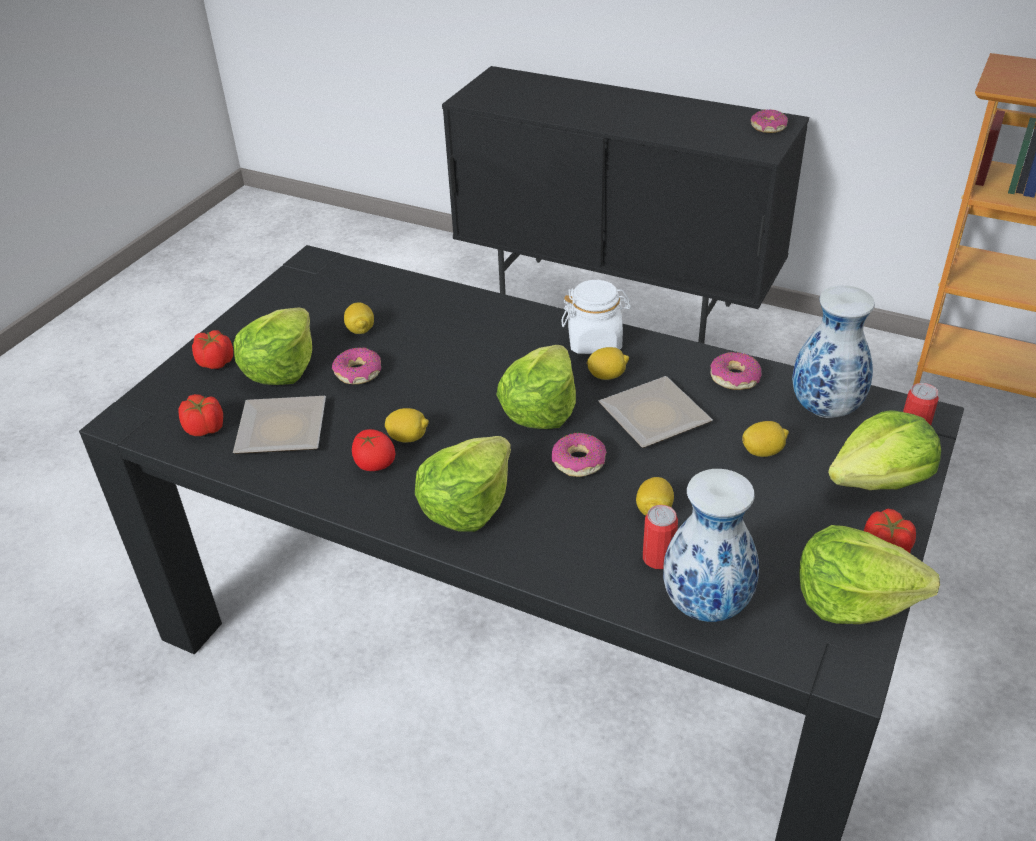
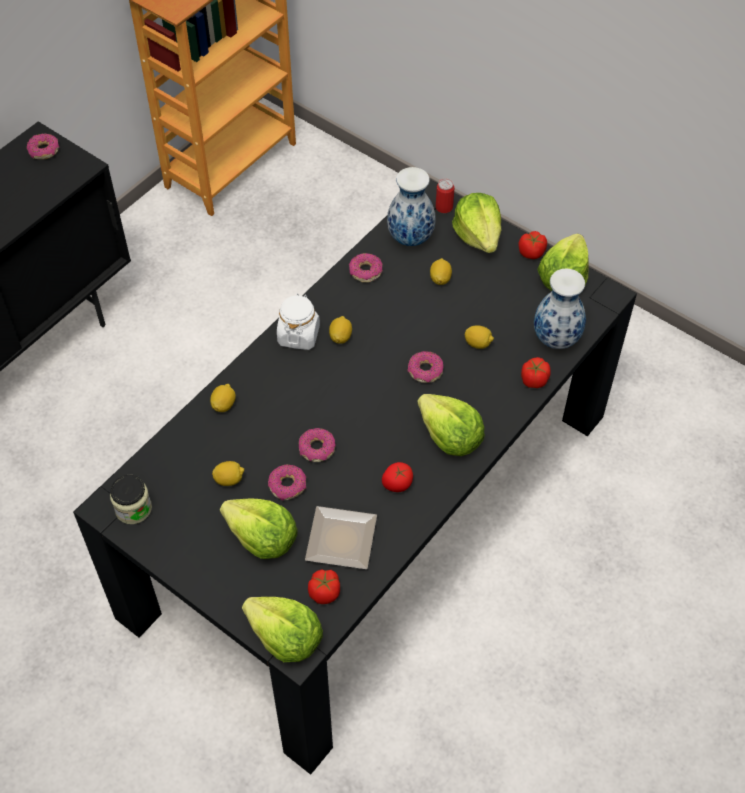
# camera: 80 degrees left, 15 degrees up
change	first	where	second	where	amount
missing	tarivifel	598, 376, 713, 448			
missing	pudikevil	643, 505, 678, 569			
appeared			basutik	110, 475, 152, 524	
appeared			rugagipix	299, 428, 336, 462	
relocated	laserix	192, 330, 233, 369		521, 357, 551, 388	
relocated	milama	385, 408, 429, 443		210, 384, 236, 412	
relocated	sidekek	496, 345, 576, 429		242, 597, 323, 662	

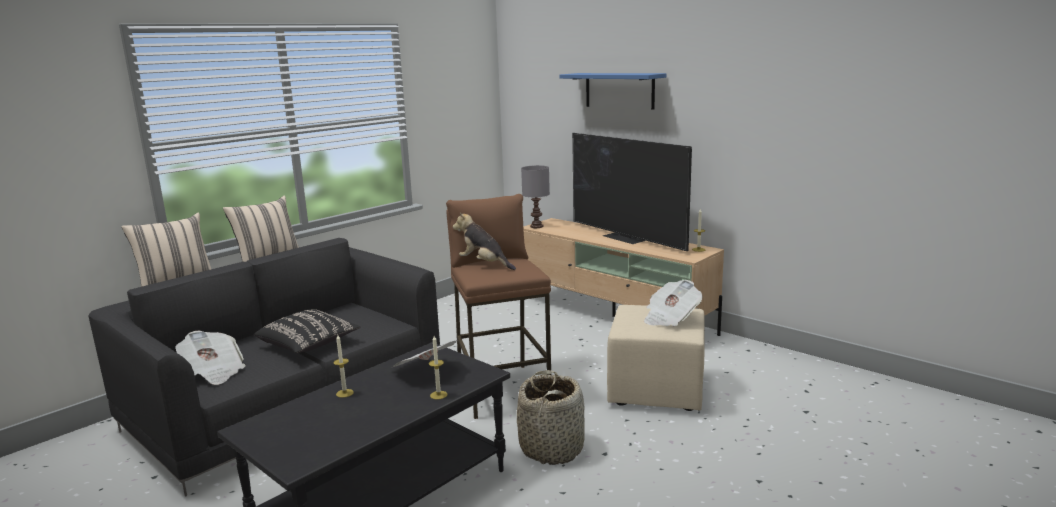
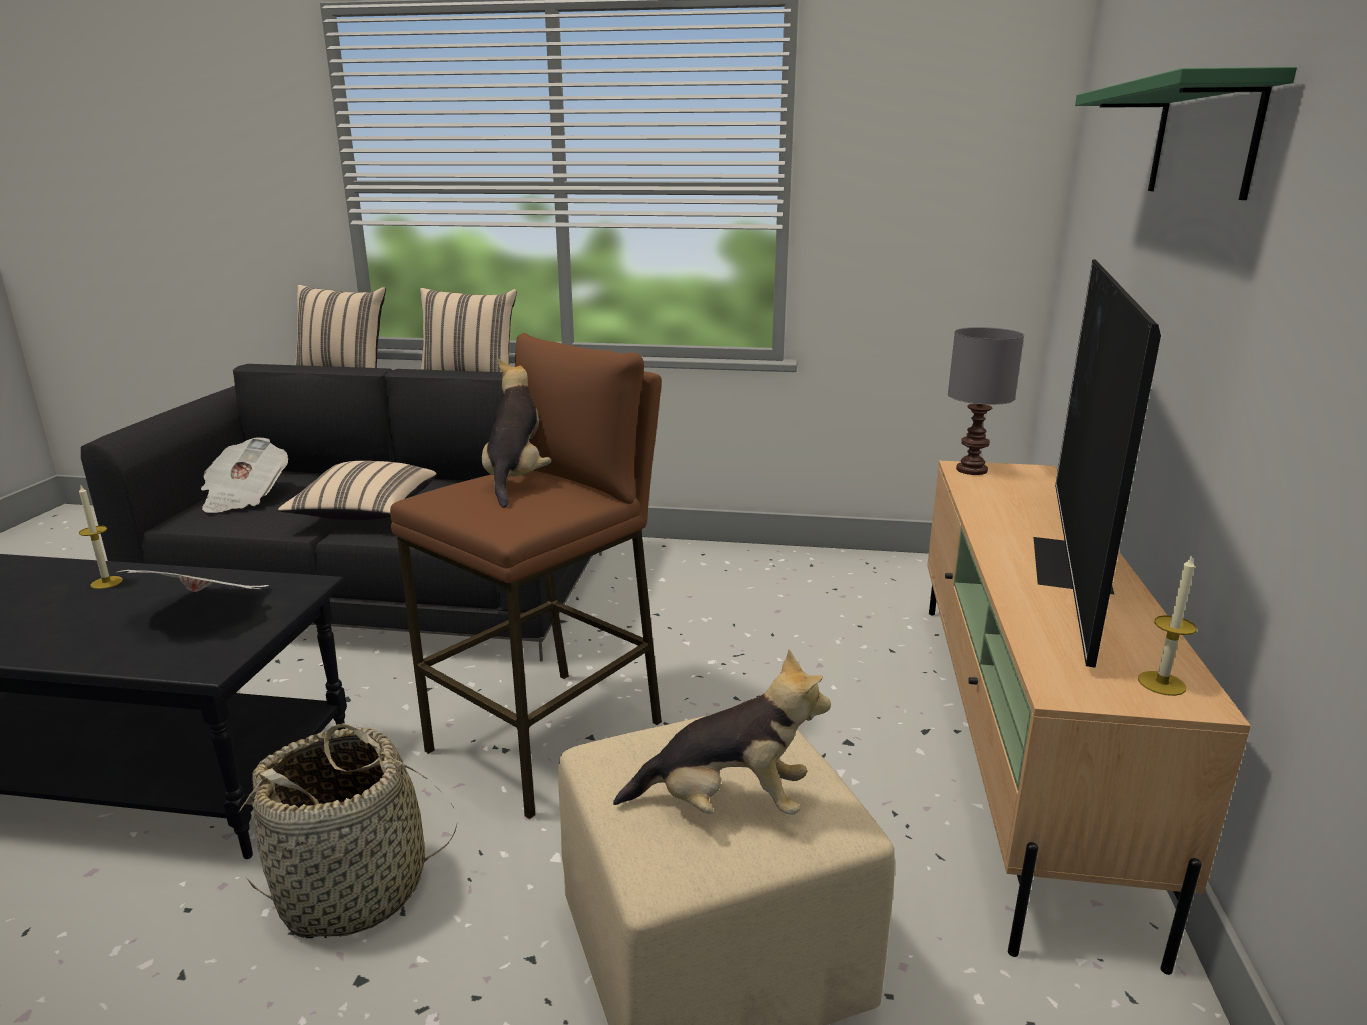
# camera: 55 degrees right, 5 degrees up
change	first	where	second	where	amount
missing	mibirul	429, 336, 447, 400			
exchanged	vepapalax	644, 280, 702, 326	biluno	613, 650, 831, 815	
colour	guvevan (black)	254, 309, 360, 353	guvevan (beige)	278, 461, 437, 520	
colour	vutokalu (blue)	560, 73, 667, 110	vutokalu (green)	1075, 67, 1297, 200	

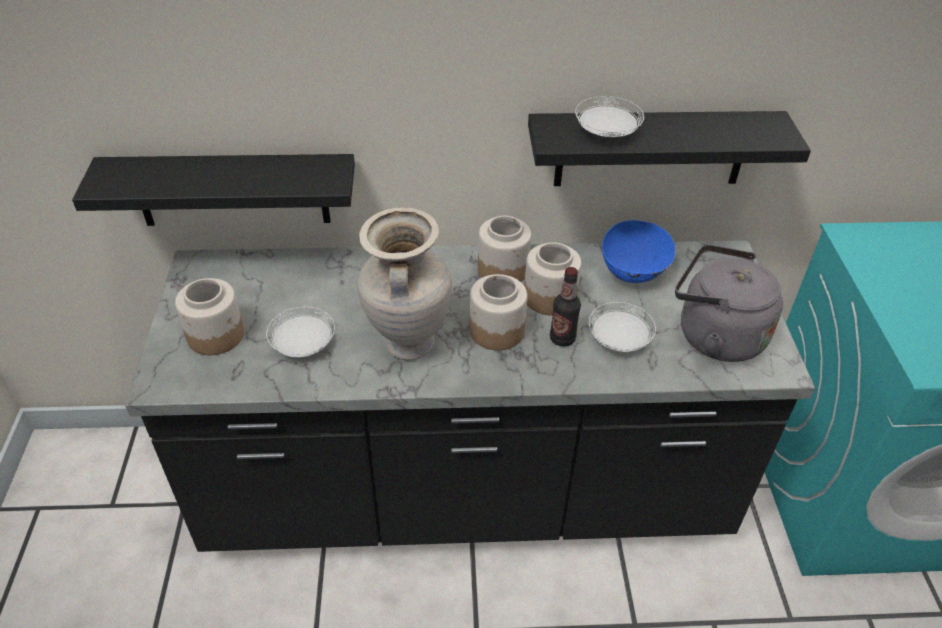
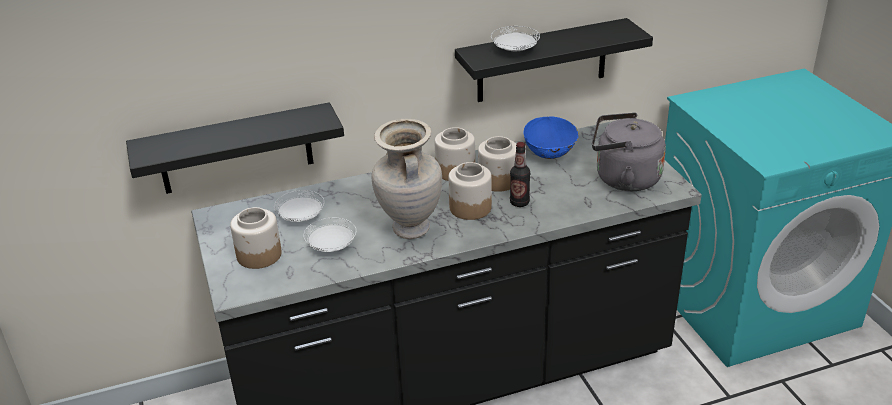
# camera: 15 degrees left, 10 degrees down
change	first	where	second	where	amount
relocated	tarivifel (white)	589, 302, 656, 352		274, 190, 324, 222	

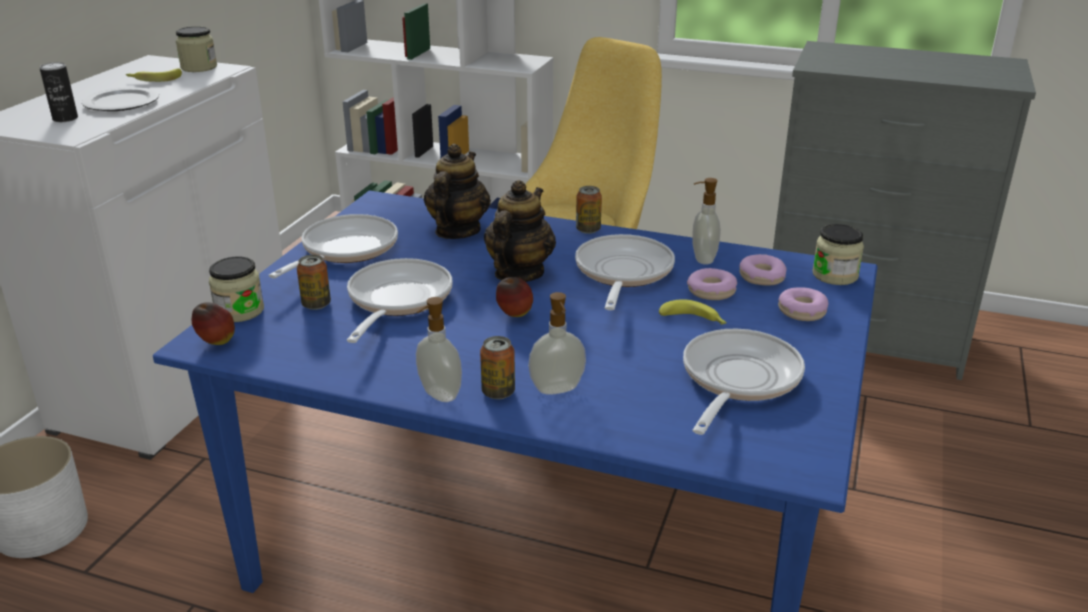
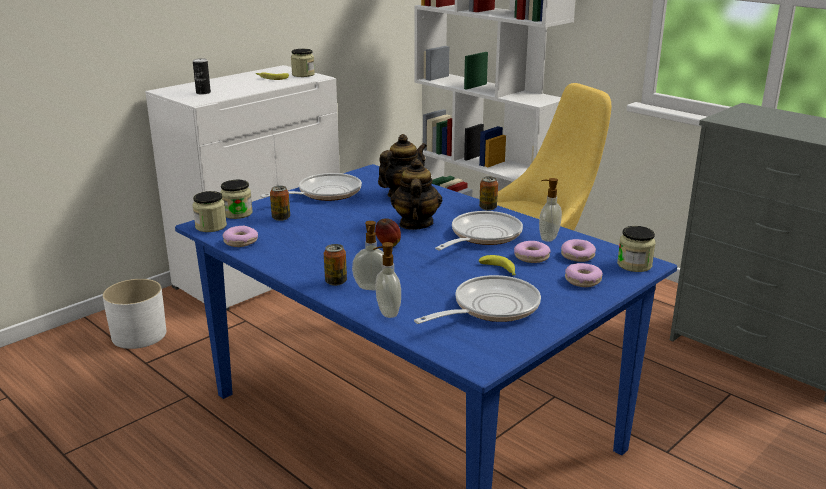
# camera: 25 degrees right, 5 degrees down
change	first	where	second	where	amount
missing	tarivifel	82, 87, 159, 111			
missing	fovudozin	347, 258, 452, 343			
appeared			rugagipix	223, 226, 258, 247	
relocated	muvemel	416, 297, 462, 402		373, 242, 401, 318	
exchanged	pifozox	192, 302, 235, 345	basutik	193, 191, 227, 232	
spun	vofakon	484, 180, 556, 282		390, 158, 442, 230	45 degrees counterclockwise

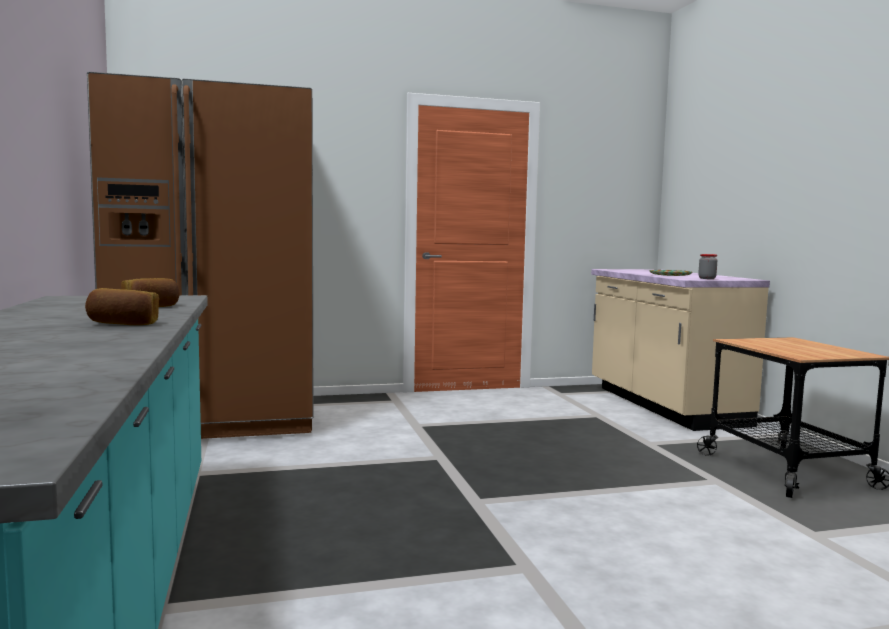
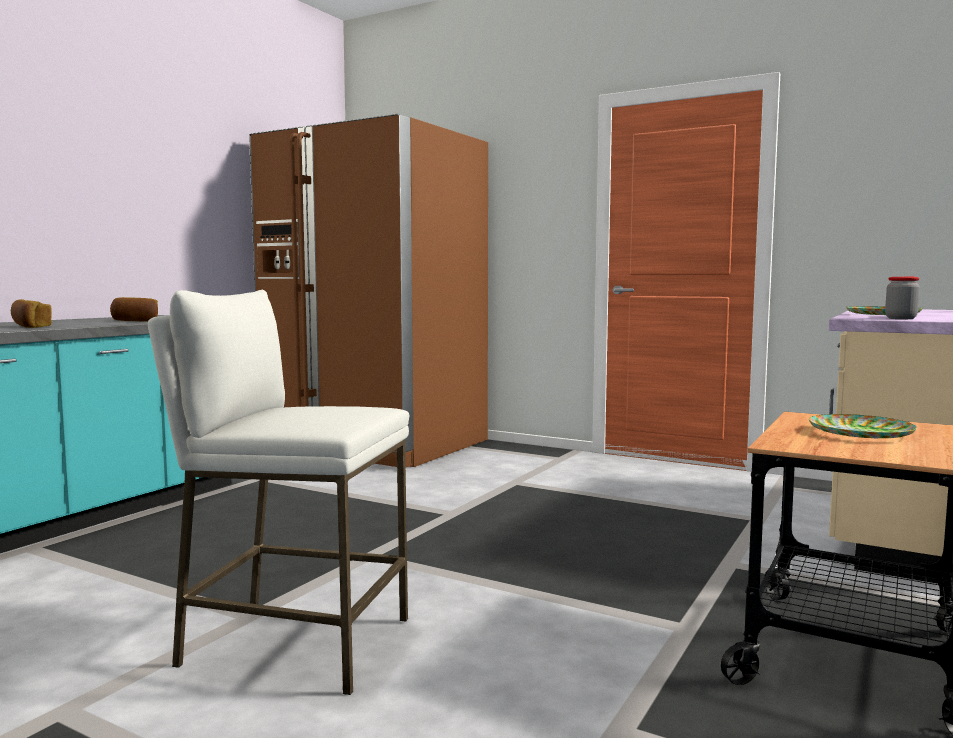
# camera: 45 degrees right, 0 degrees up
change	first	where	second	where	amount
appeared			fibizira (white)	148, 290, 409, 695	
appeared			tarivifel	809, 414, 917, 438	

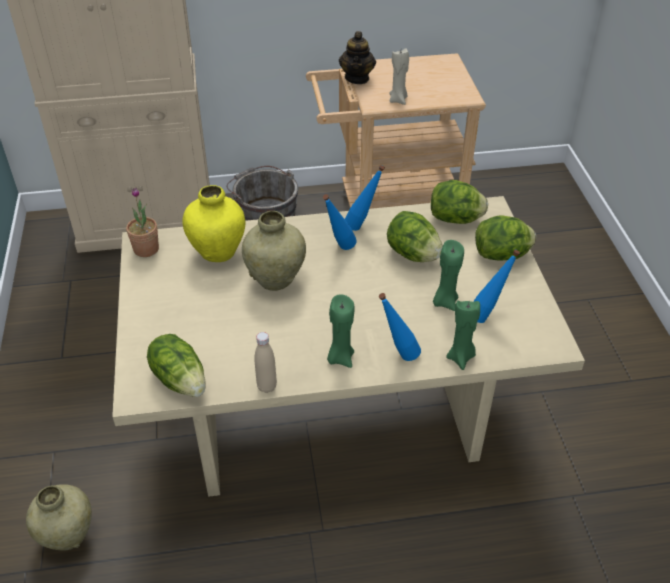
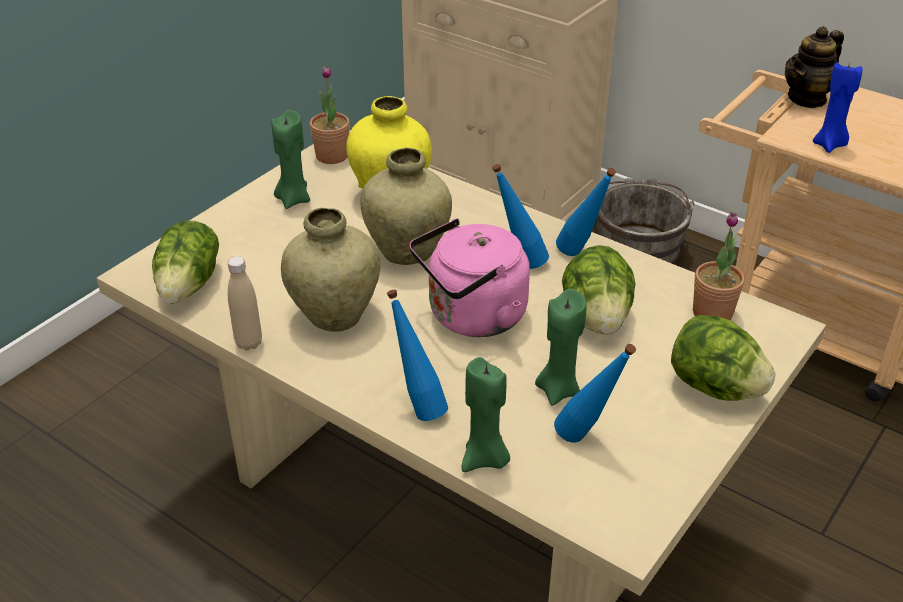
# camera: 45 degrees right, 5 degrees down
change	first	where	second	where	amount
appeared			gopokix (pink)	410, 218, 530, 337	
relocated	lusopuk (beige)	26, 484, 92, 551		281, 208, 380, 332	
relocated	mibirul (green)	327, 295, 354, 368		272, 110, 310, 209	
exchanged	sidekek	431, 180, 488, 224	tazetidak	693, 212, 745, 320	
colour	mibirul (beige)	389, 48, 409, 105	mibirul (blue)	813, 62, 862, 153	

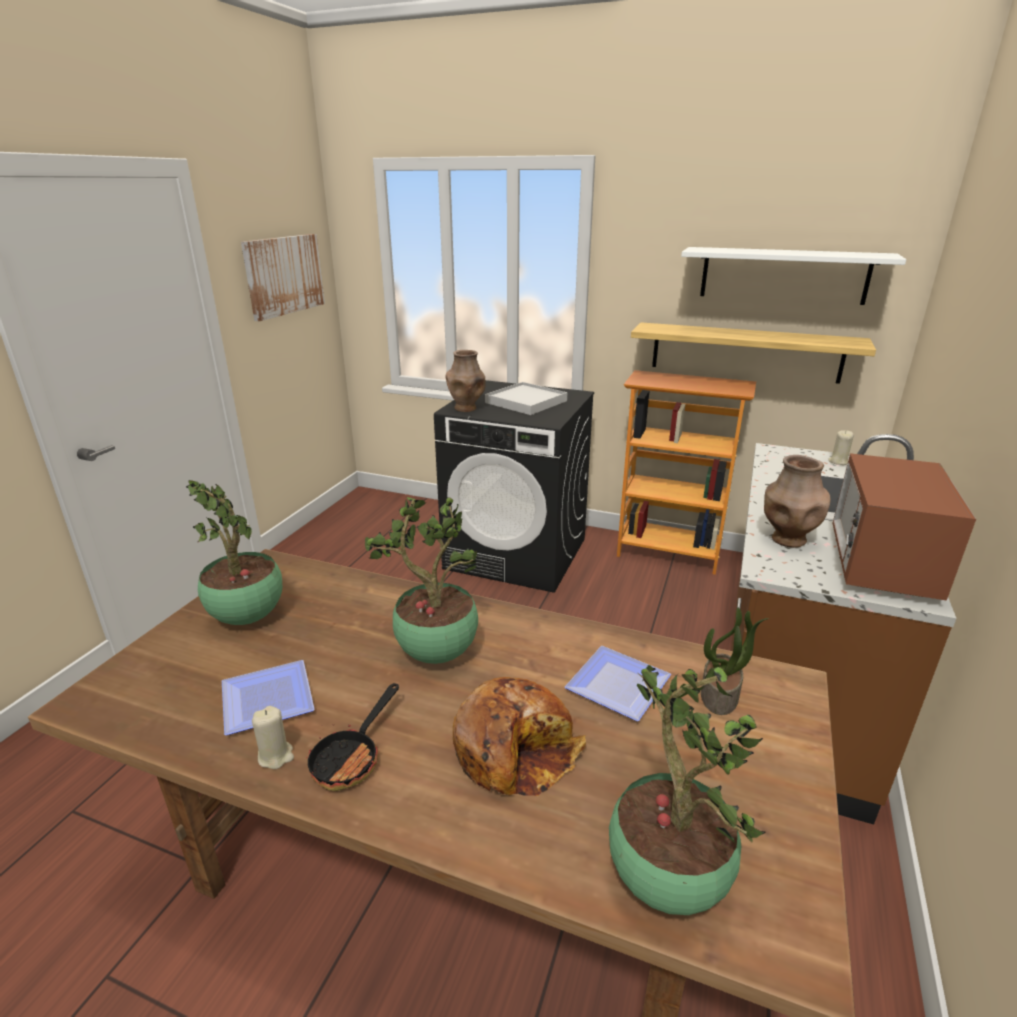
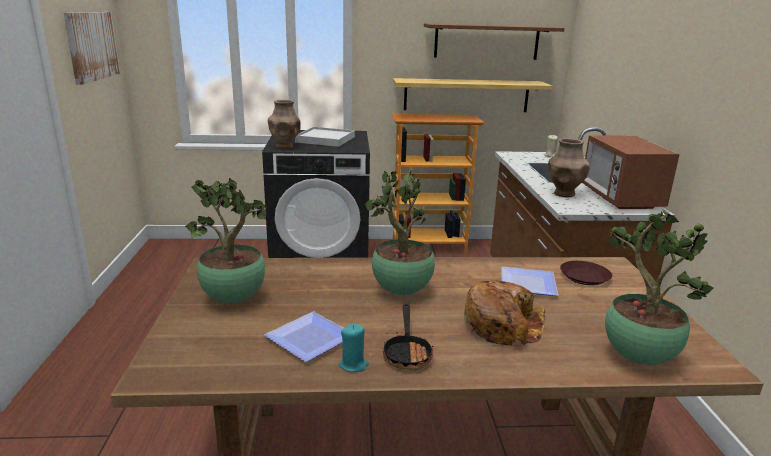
# camera: 25 degrees left, 5 degrees down
change	first	where	second	where	amount
exchanged	tazetidak	701, 608, 769, 715	tarivifel (brown)	560, 261, 612, 285	
colour	mibirul (beige)	252, 706, 294, 769	mibirul (turquoise)	339, 324, 369, 372	
colour	vutokalu (white)	681, 247, 906, 305	vutokalu (brown)	424, 23, 565, 60	

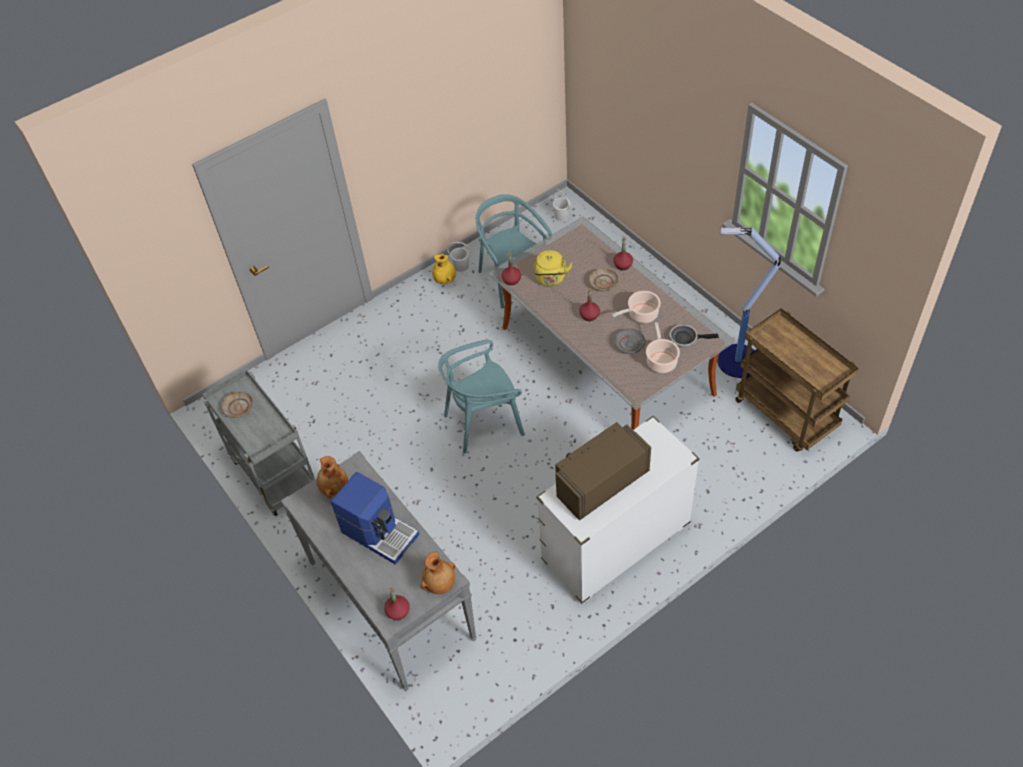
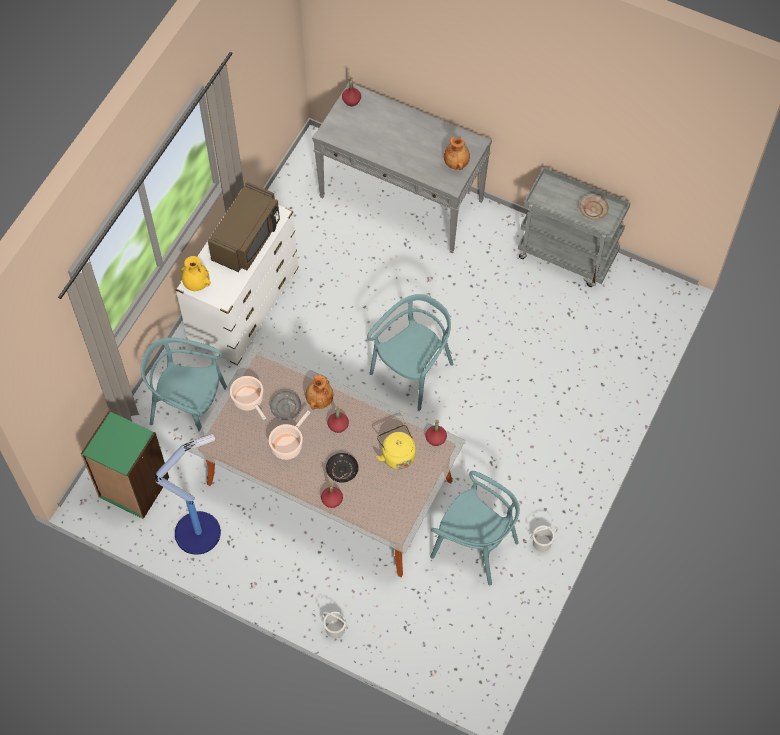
# camera: 150 degrees right, 10 degrees up
change	first	where	second	where	amount
missing	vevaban	331, 472, 420, 565			
missing	fovudozin	670, 324, 719, 347			
appeared			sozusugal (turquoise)	141, 338, 227, 431	
relocated	lusopuk (brown)	420, 552, 455, 594		306, 374, 333, 410	
relocated	lusopuk (yellow)	432, 253, 456, 284		181, 256, 211, 291	
relocated	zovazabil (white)	553, 189, 571, 221		321, 612, 348, 638	
exchanged	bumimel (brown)	735, 309, 859, 452	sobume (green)	81, 411, 169, 519	
colour	tarivifel (beige)	589, 268, 619, 291	tarivifel (black)	326, 453, 359, 483	

